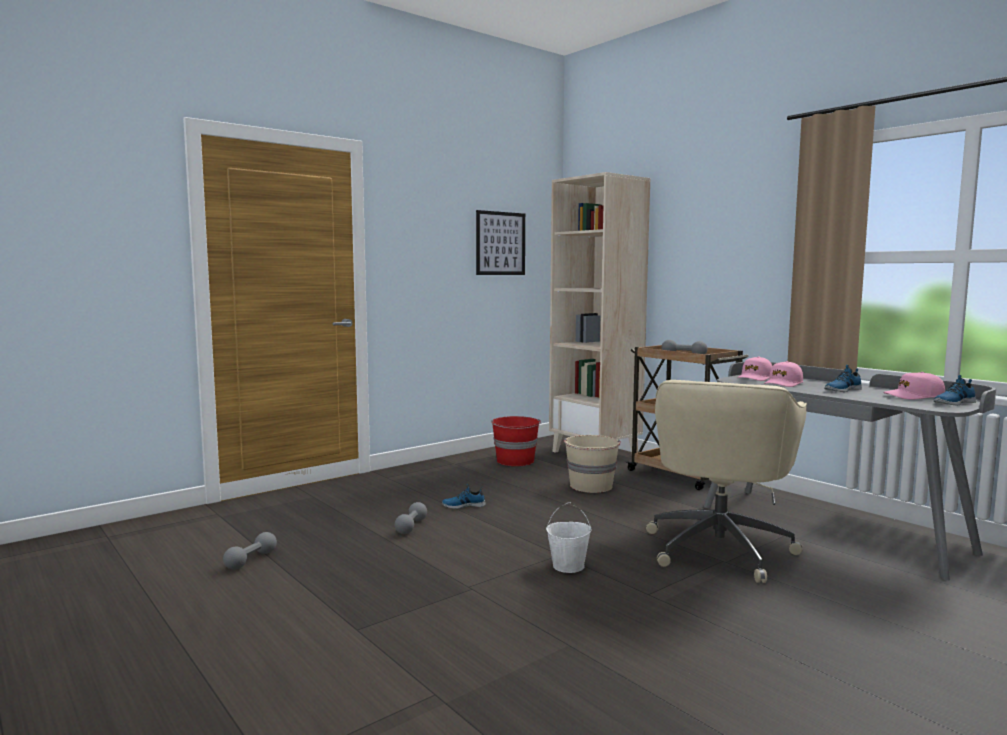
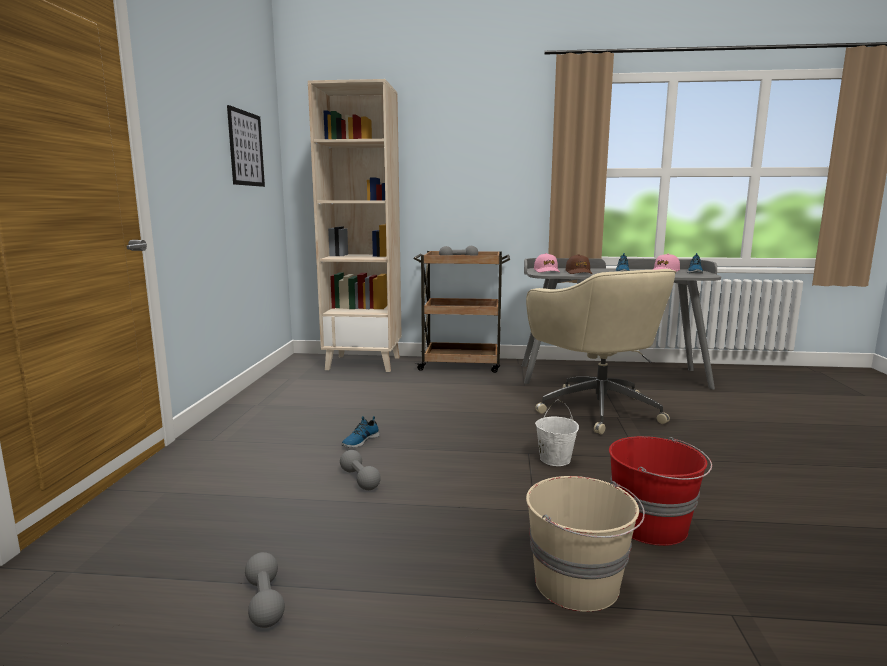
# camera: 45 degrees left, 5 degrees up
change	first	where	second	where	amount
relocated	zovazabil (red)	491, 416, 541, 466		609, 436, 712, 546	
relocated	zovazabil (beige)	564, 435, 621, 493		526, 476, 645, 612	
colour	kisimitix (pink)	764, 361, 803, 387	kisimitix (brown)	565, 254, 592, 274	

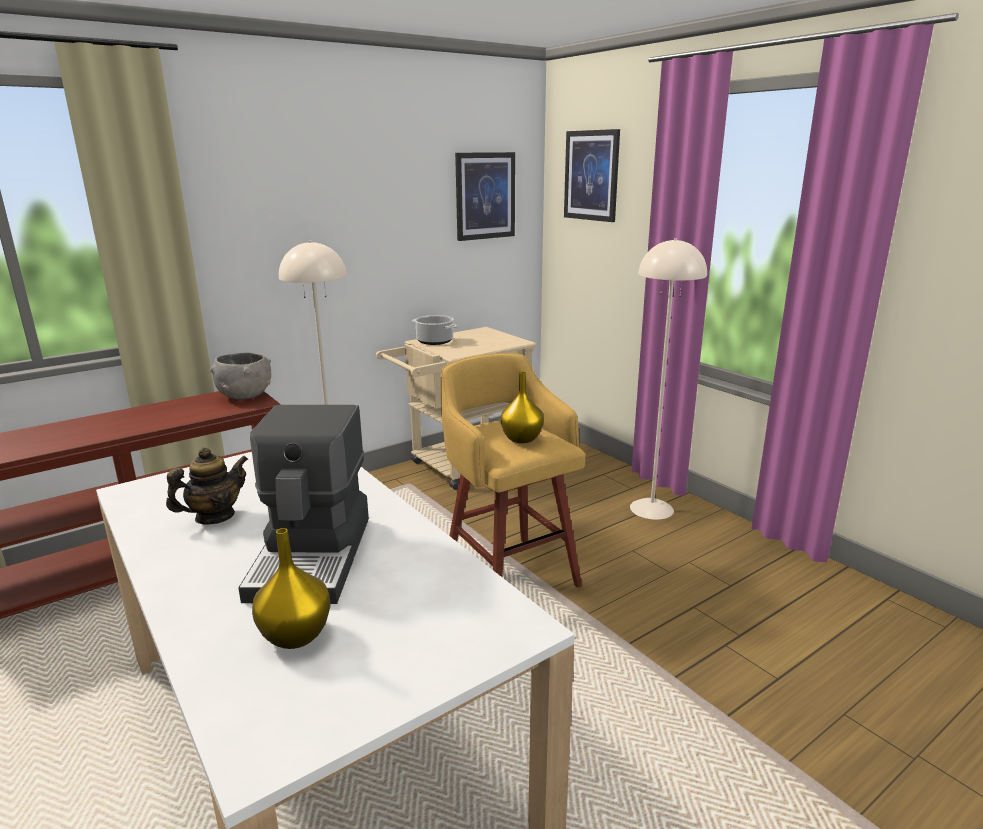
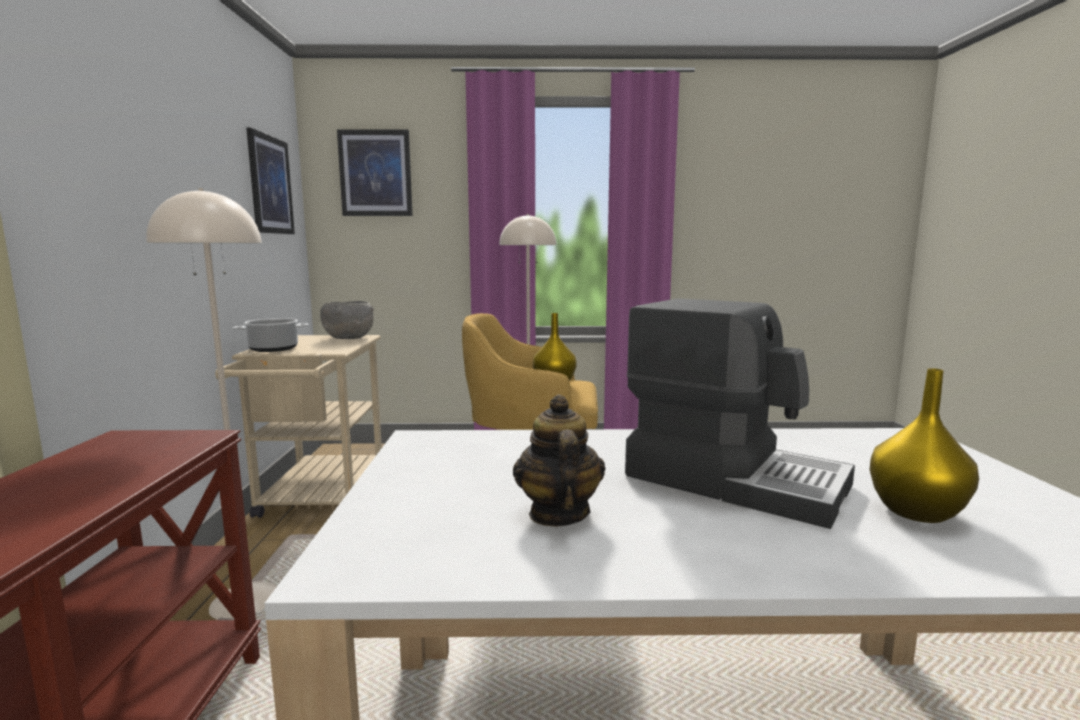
# camera: 55 degrees left, 10 degrees down
change	first	where	second	where	amount
relocated	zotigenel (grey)	210, 353, 271, 400		320, 301, 374, 339	

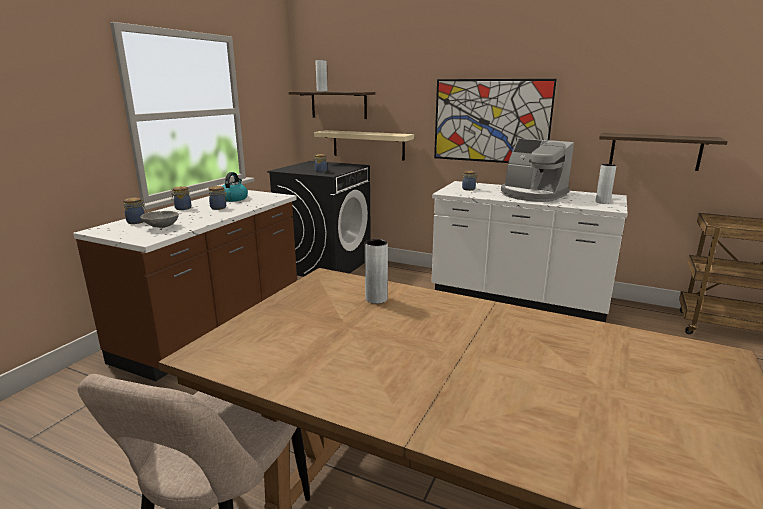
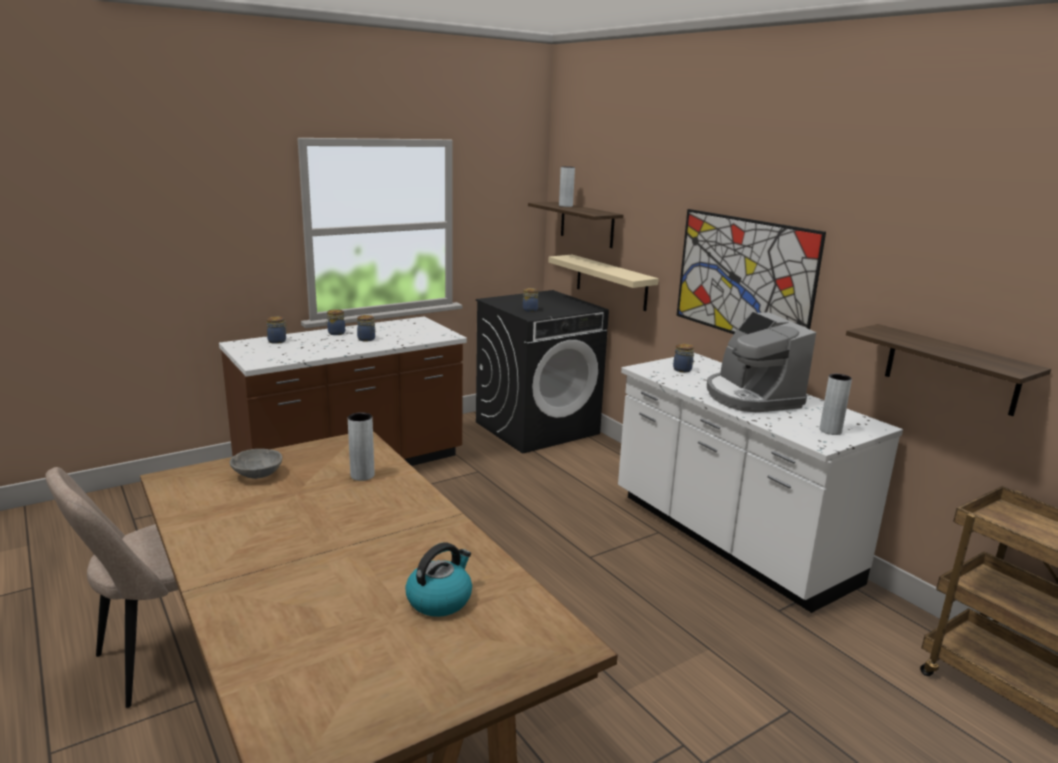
# camera: 30 degrees right, 0 degrees up
change	first	where	second	where	amount
relocated	zotigenel (grey)	140, 211, 179, 228		230, 449, 282, 479	
relocated	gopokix	222, 172, 248, 202		405, 542, 472, 617	

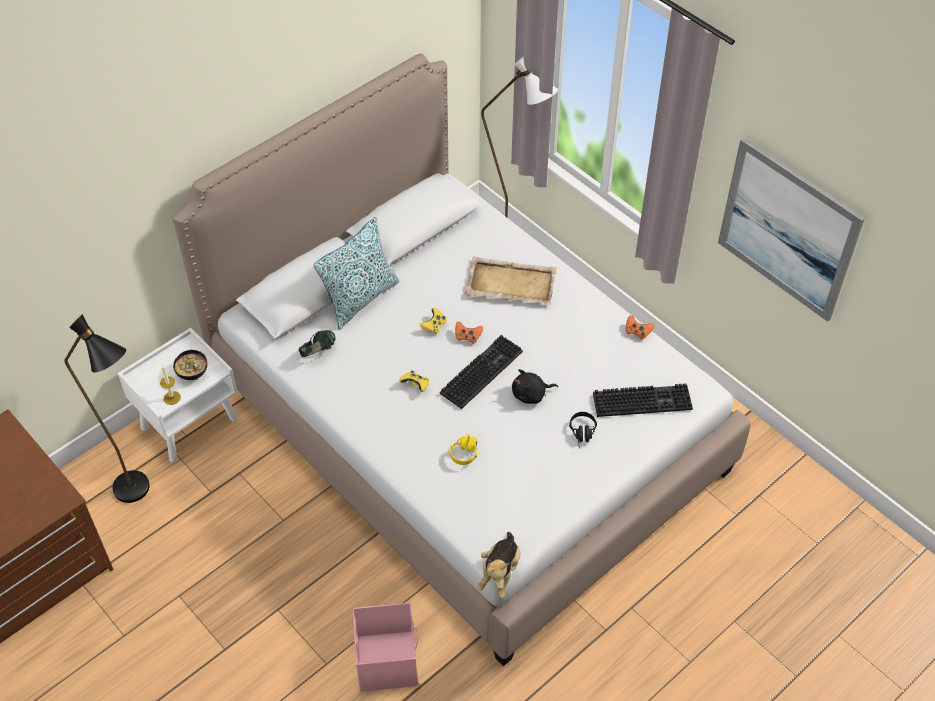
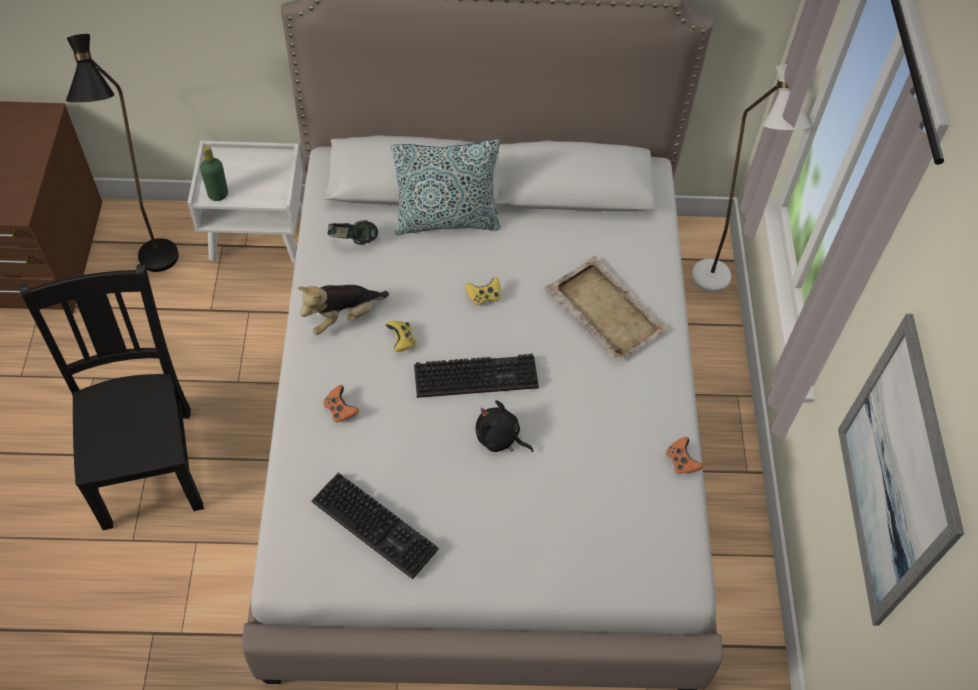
# camera: 40 degrees right, 5 degrees up
change	first	where	second	where	amount
missing	zotigenel	173, 350, 207, 380			
missing	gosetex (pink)	353, 603, 418, 692			
missing	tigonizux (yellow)	450, 432, 481, 465			
missing	tigonizux (black)	569, 412, 597, 448			
appeared			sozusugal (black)	18, 264, 204, 530	
relocated	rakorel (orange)	455, 321, 483, 344		323, 385, 359, 422	
relocated	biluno	477, 532, 521, 599		298, 285, 389, 335	
relocated	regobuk	593, 383, 693, 417		312, 472, 439, 579	
exchanged	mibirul	160, 365, 181, 405	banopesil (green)	200, 146, 228, 201	

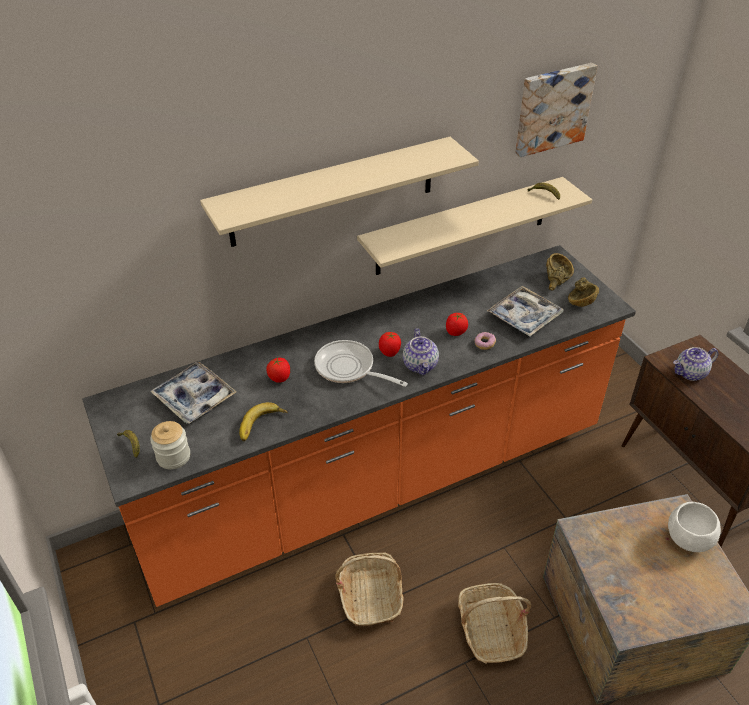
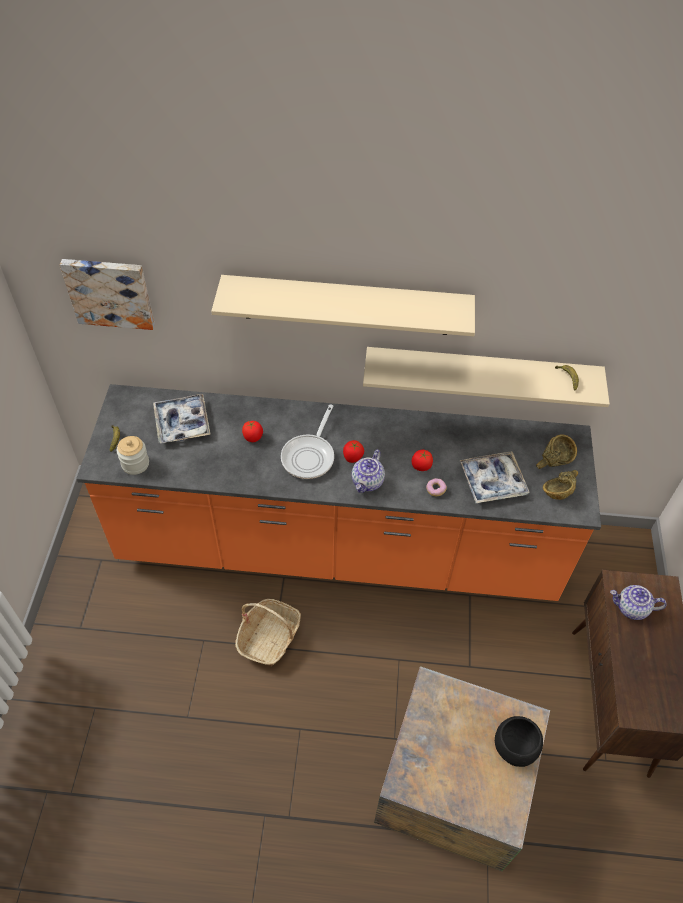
# camera: 30 degrees right, 10 degrees up
change	first	where	second	where	amount
missing	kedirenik	239, 402, 288, 441			
missing	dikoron	458, 583, 531, 664			
relocated	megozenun	515, 63, 598, 157		59, 259, 155, 330	
colour	zotigenel (white)	668, 502, 721, 552	zotigenel (black)	495, 716, 543, 767	
spun	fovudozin	314, 340, 408, 387		281, 404, 334, 479	135 degrees counterclockwise

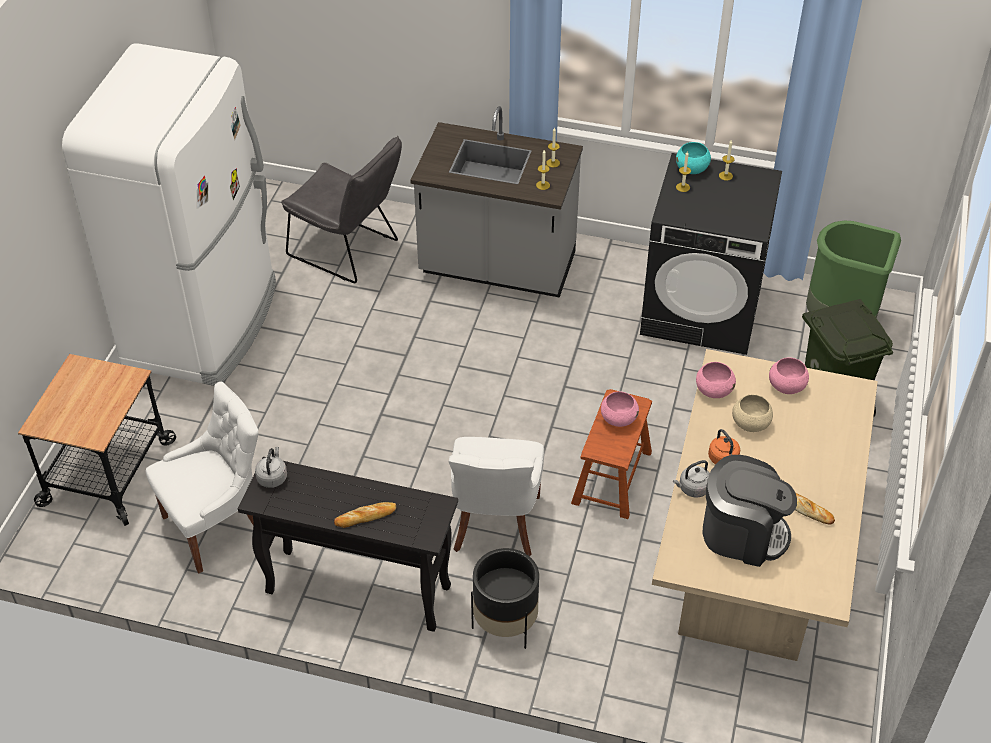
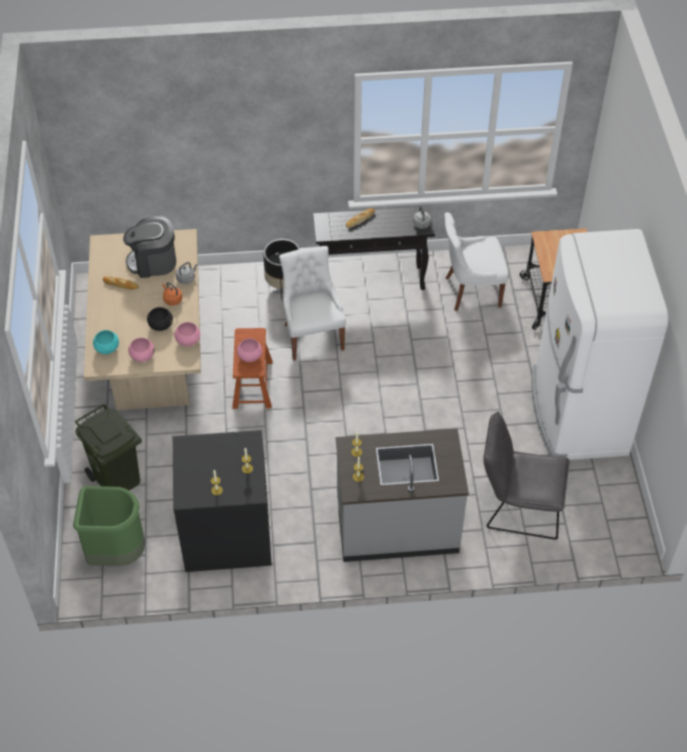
# camera: 160 degrees right, 5 degrees up
change	first	where	second	where	amount
relocated	zotigenel (turquoise)	676, 142, 711, 174		93, 330, 119, 354	
colour	zotigenel (beige)	732, 394, 773, 432	zotigenel (black)	147, 307, 173, 331	
spun	sozusugal (white)	146, 381, 258, 573		445, 212, 508, 311	45 degrees clockwise

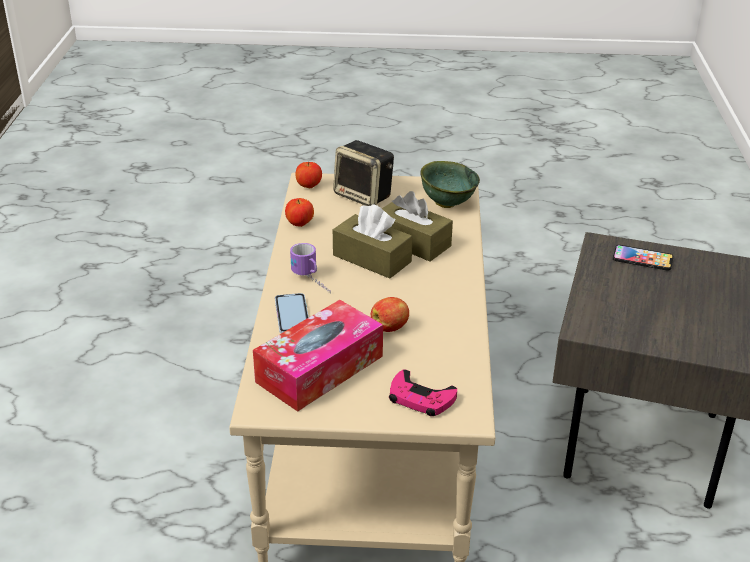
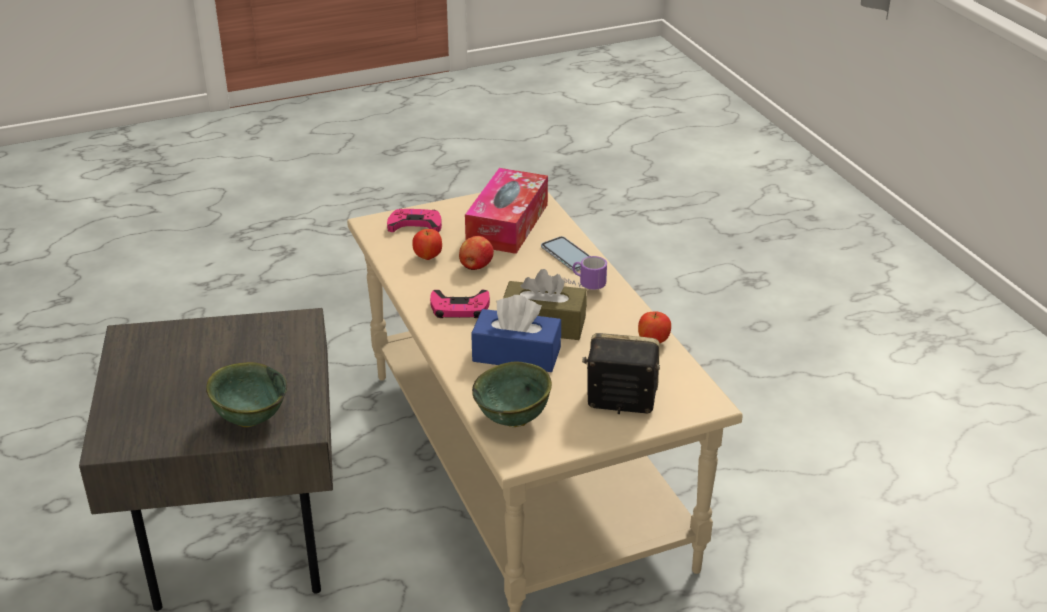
# camera: 155 degrees right, 0 degrees up
change	first	where	second	where	amount
appeared			rakorel (pink)	430, 290, 490, 318	
relocated	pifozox	296, 162, 322, 188		412, 229, 442, 260	
exchanged	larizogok	613, 245, 674, 271	zotigenel (green)	206, 362, 287, 427	
colour	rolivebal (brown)	382, 191, 453, 262	rolivebal (blue)	471, 295, 561, 372	

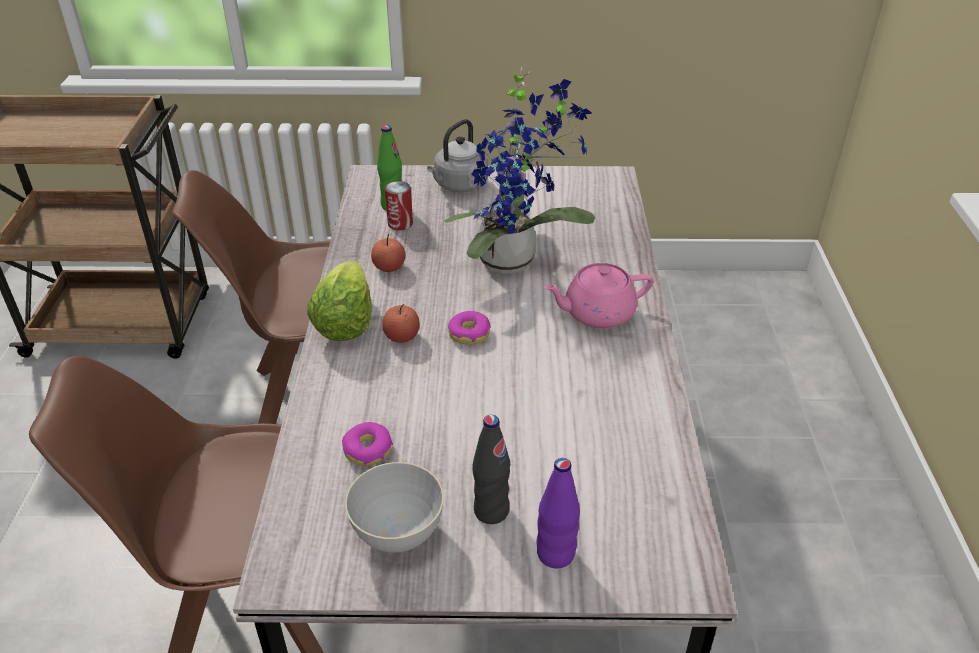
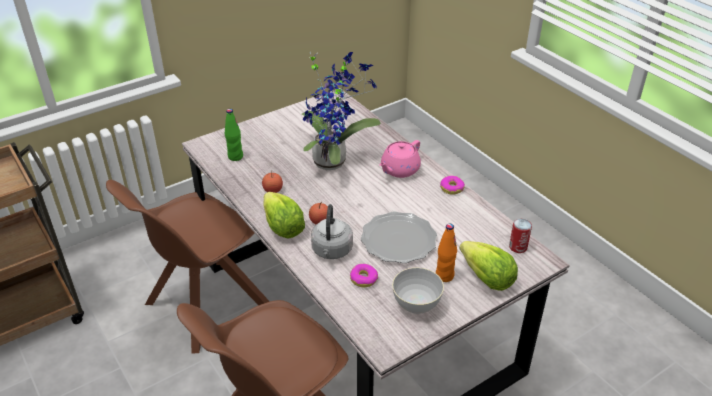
# camera: 35 degrees left, 0 degrees up
change	first	where	second	where	amount
appeared			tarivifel	361, 211, 437, 263	
relocated	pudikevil	385, 181, 413, 230		509, 219, 532, 253	
relocated	gopokix (grey)	427, 119, 488, 192		311, 204, 353, 259	
relocated	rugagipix	448, 311, 491, 345		440, 176, 465, 195	
exchanged	banopesil (purple)	536, 458, 580, 568	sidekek	460, 241, 518, 291	
colour	banopesil (black)	473, 415, 510, 524	banopesil (orange)	436, 223, 457, 282	

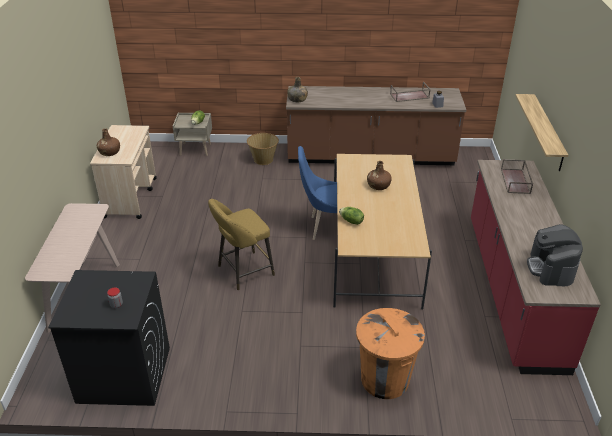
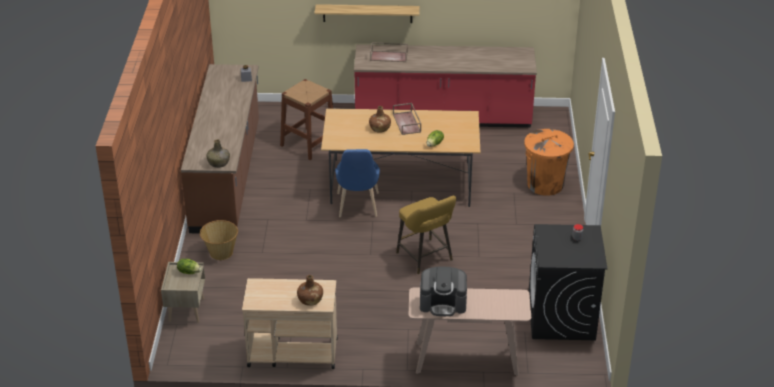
# camera: 90 degrees left, 0 degrees up
change	first	where	second	where	amount
appeared			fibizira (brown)	280, 79, 333, 160	
relocated	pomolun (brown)	390, 82, 431, 102		393, 103, 421, 135	
relocated	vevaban	527, 224, 583, 286		420, 266, 467, 316	

